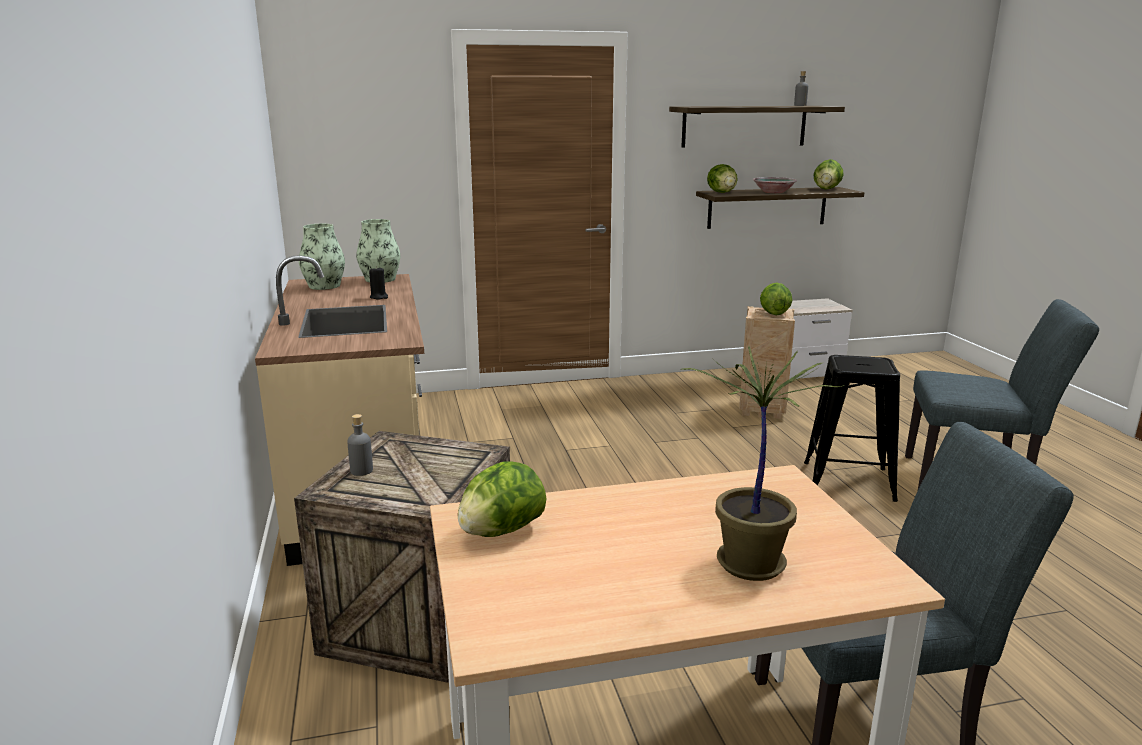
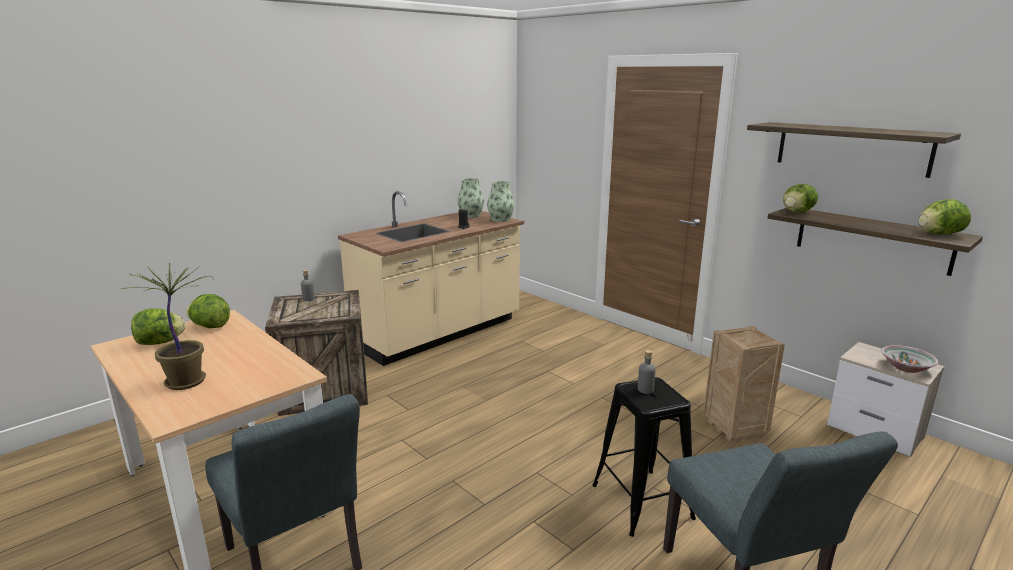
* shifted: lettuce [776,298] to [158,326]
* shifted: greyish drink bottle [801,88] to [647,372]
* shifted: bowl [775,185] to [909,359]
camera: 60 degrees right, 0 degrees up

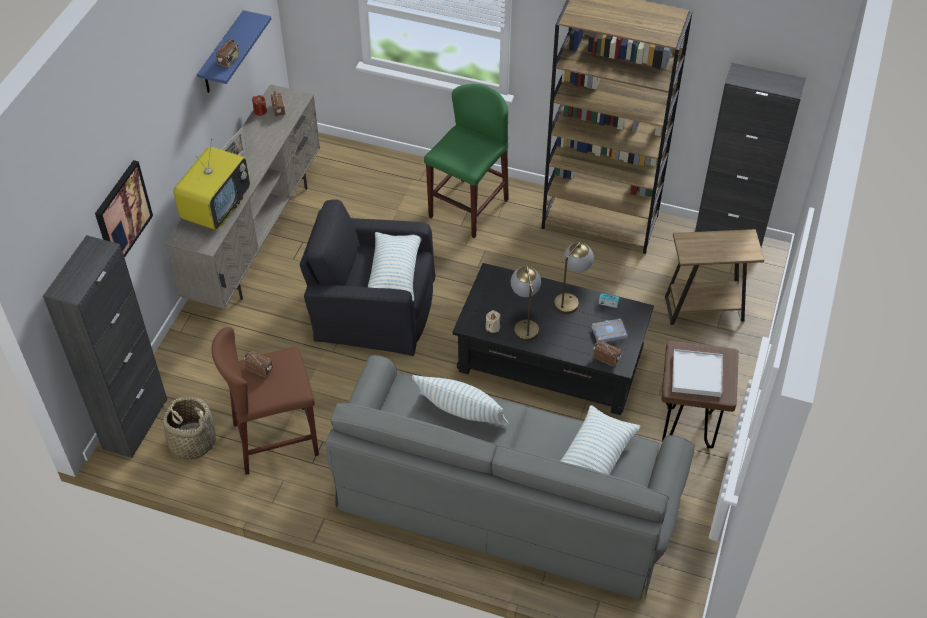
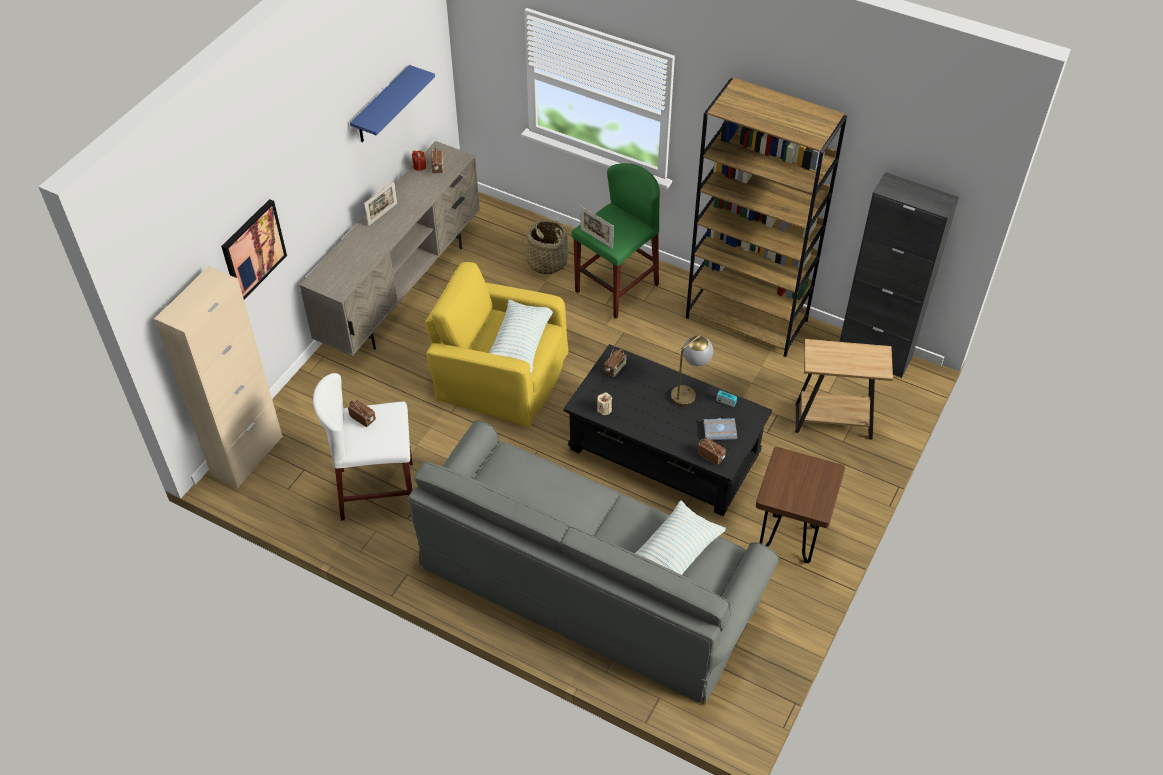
* repainted: blackish cabinet [105,346] to sand-coloured cabinet [219,377]
* repainted: brown sitting stool [265,401] to whitish sitting stool [363,447]
* repainted: blackish lounge chair [368,278] to yellow-coloured lounge chair [497,345]
* shifted: basket [187,428] to [545,246]
* new: photo frame [597,227]
* shifted: radio receiver [227,50] to [615,361]
* gone: TV [211,184]
* gone: throw pillow [460,401]
* gone: table lamp [526,304]
* gone: whitish carrying tray [697,373]
camera: 10 degrees right, 0 degrees up

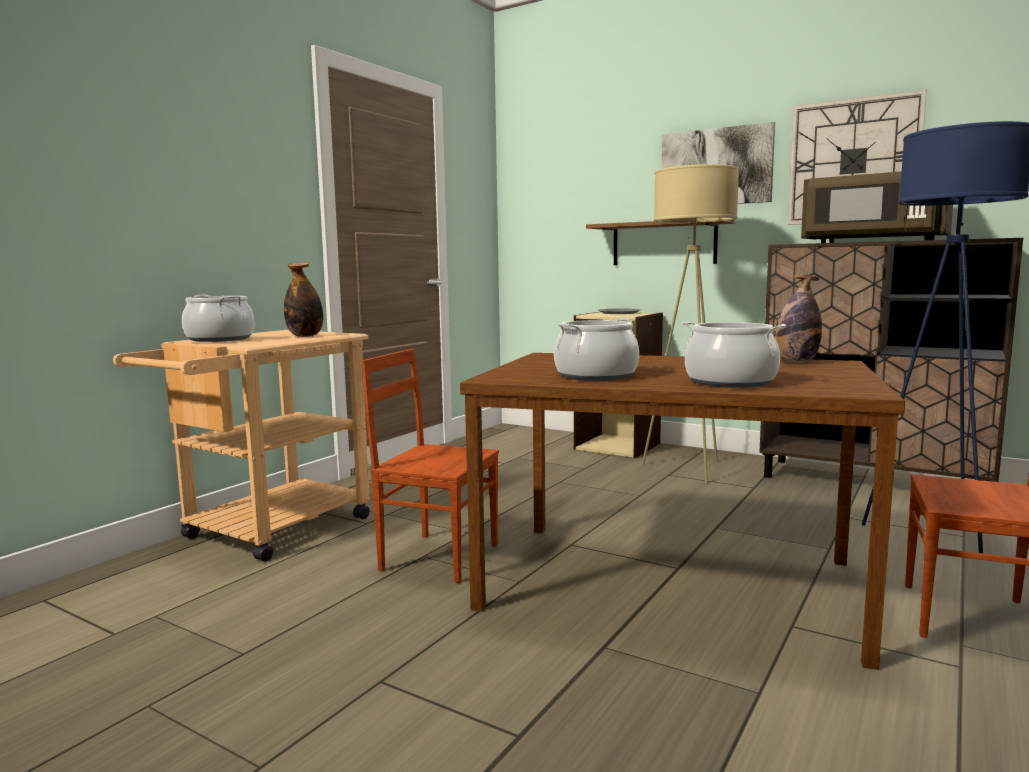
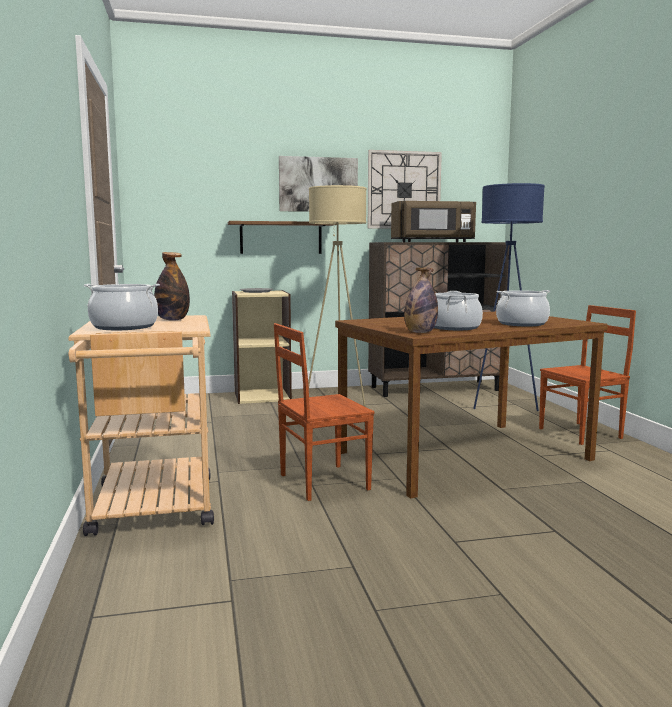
* shifted: drink bottle [798,319] to [421,300]
camera: 45 degrees left, 0 degrees up

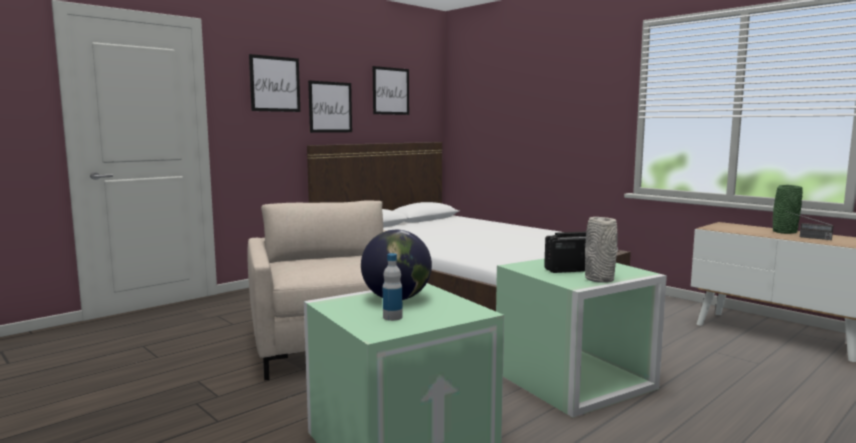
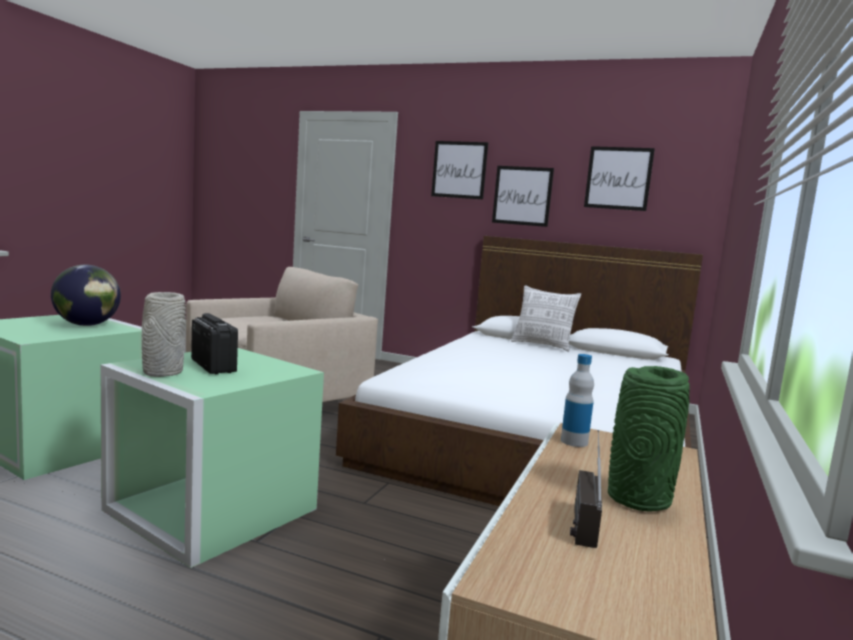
* new: throw pillow [546,318]
* shifted: drink bottle [392,287] to [577,400]
camera: 65 degrees right, 0 degrees up

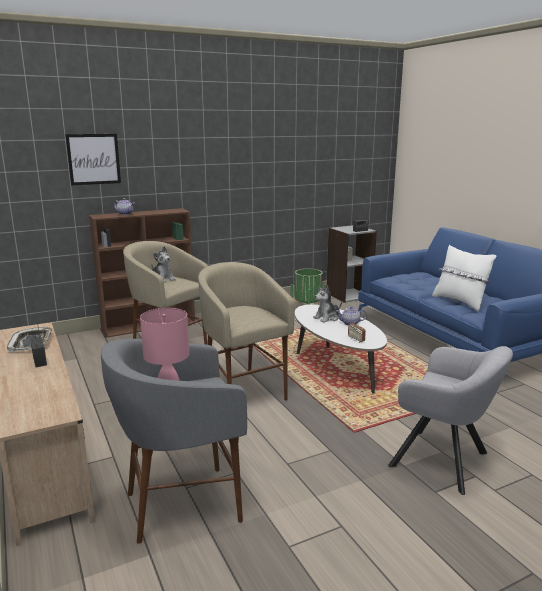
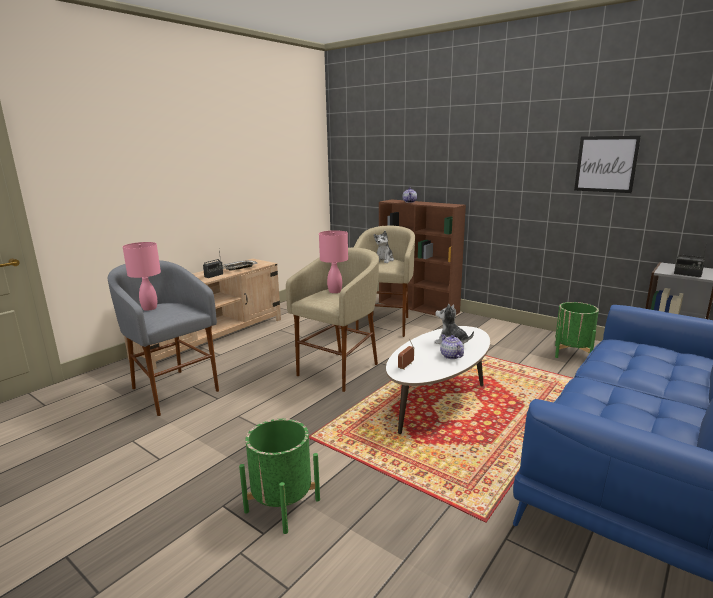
* swapped: greyish lounge chair [450,420] to green-coloured plant pot [279,476]
* new: pinkish table lamp [333,261]
* shifted: wall picture [93,159] to [607,164]
* gone: whitish throw pillow [464,278]
camera: 65 degrees right, 0 degrees up

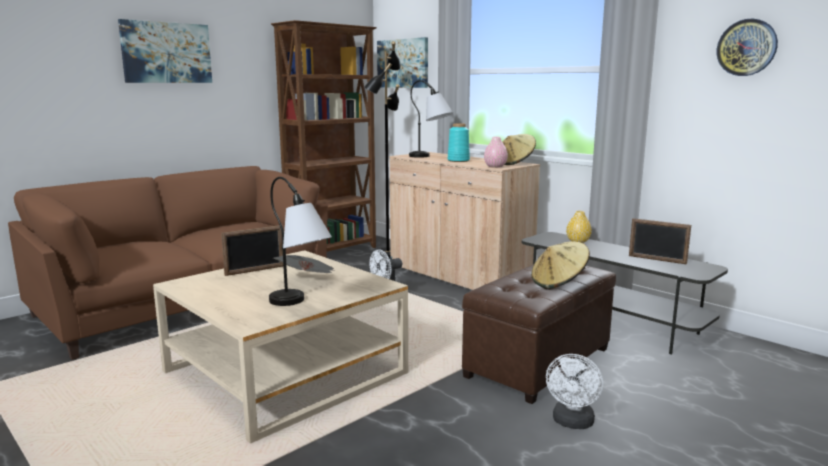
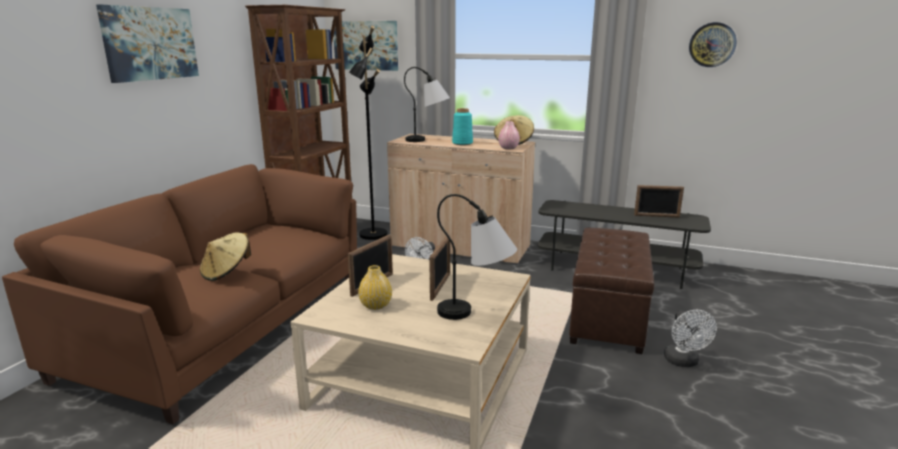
* shifted: sand-coloured hat [560,265] to [225,256]
* shifted: yellow-coloured vase [579,227] to [375,287]
* swapped: printed paper [303,264] to photo frame [439,268]
camera: 25 degrees left, 5 degrees up

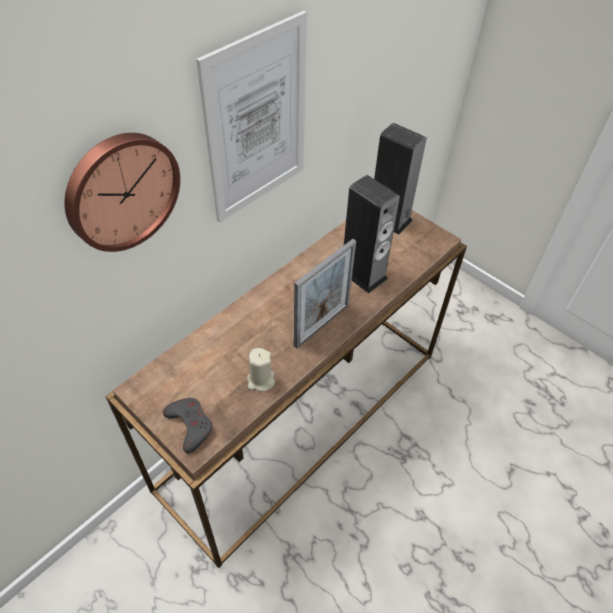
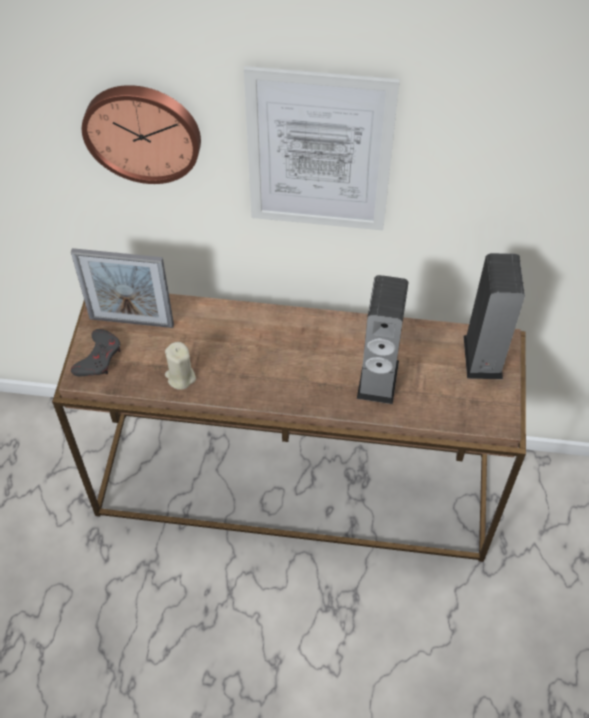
* shifted: photo frame [325,294] to [122,288]
camera: 55 degrees right, 5 degrees up

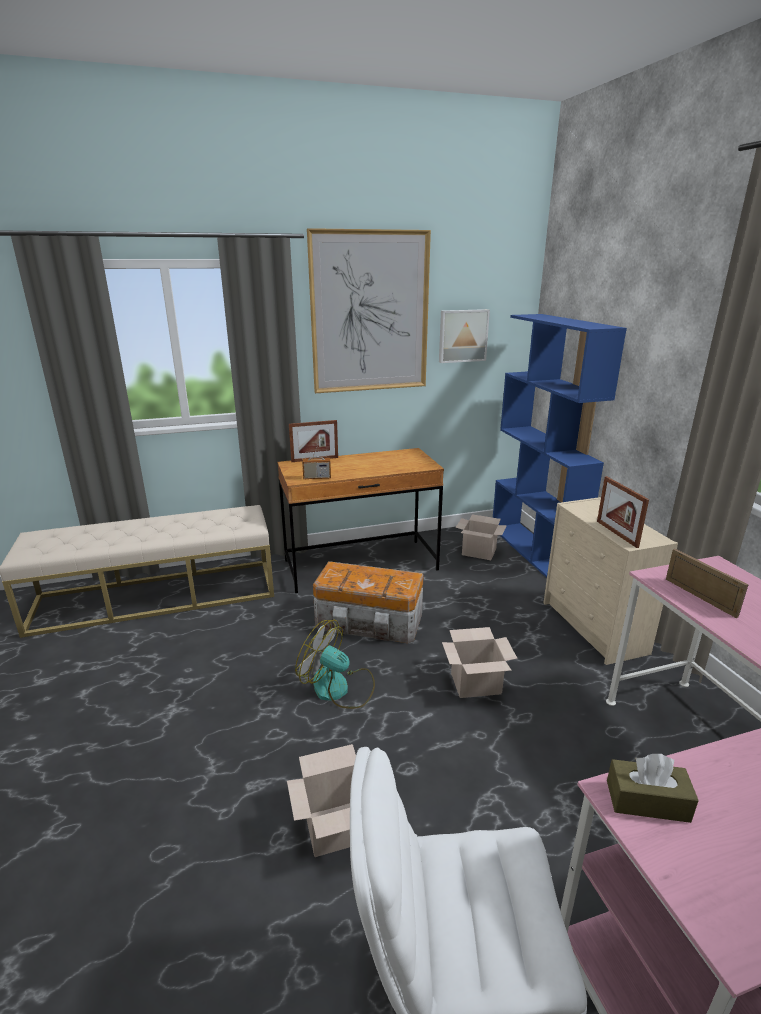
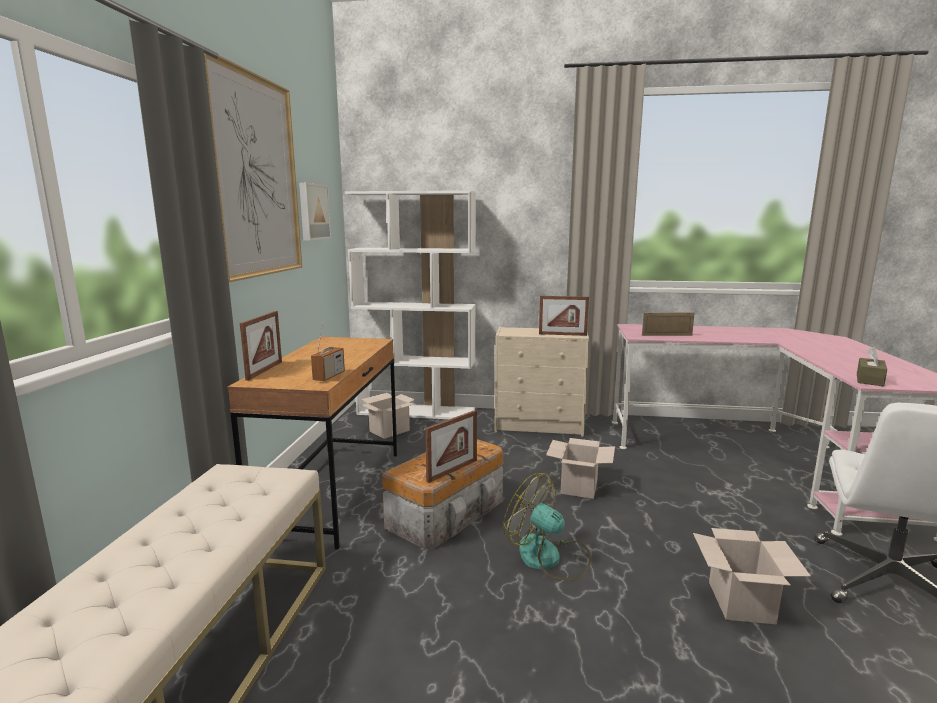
* repainted: blue-coloured shelving unit [560,446] to whitish shelving unit [410,304]
* new: photo frame [451,446]
* rotated: electric fan [335,664] = [547,526] 75 degrees clockwise
camera: 65 degrees left, 10 degrees down

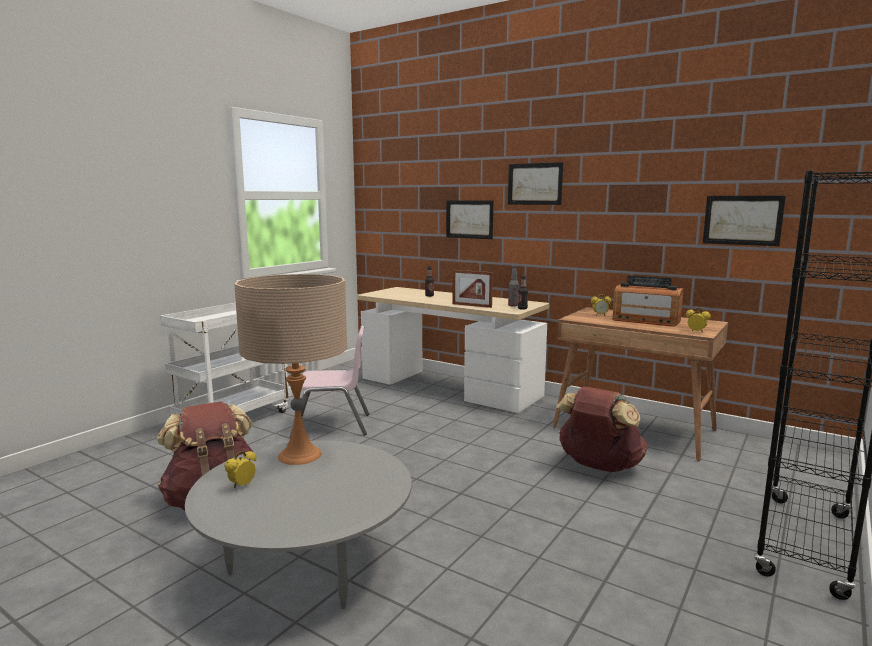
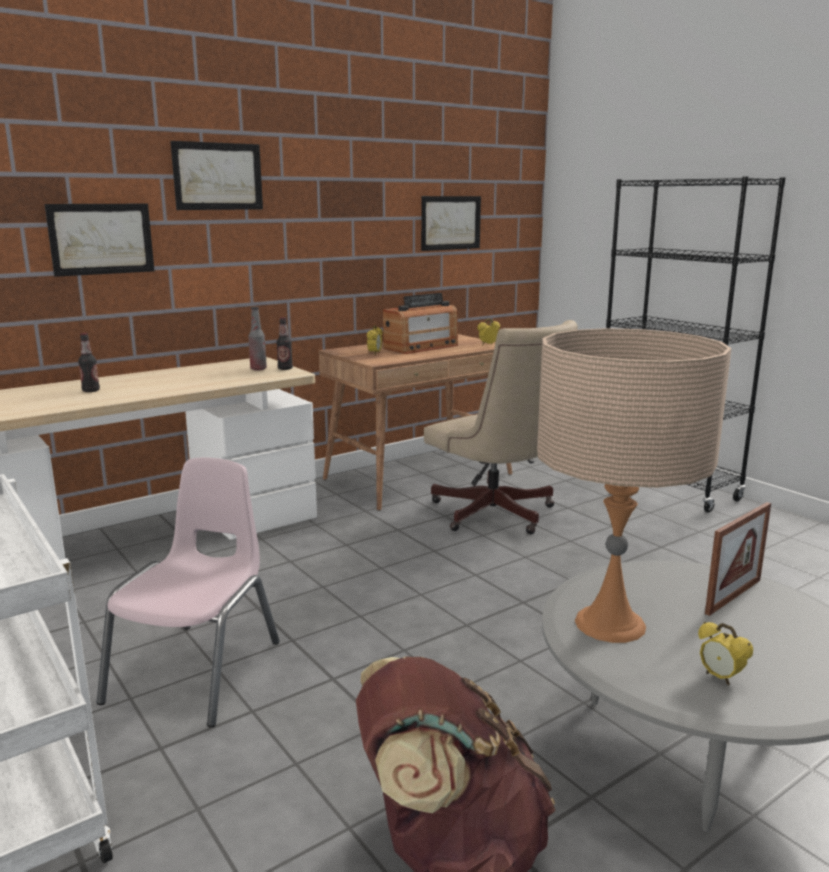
* swapped: brown rucksack [601,429] to sand-coloured desk chair [501,427]
* shifted: photo frame [472,289] to [738,559]
camera: 70 degrees left, 5 degrees up

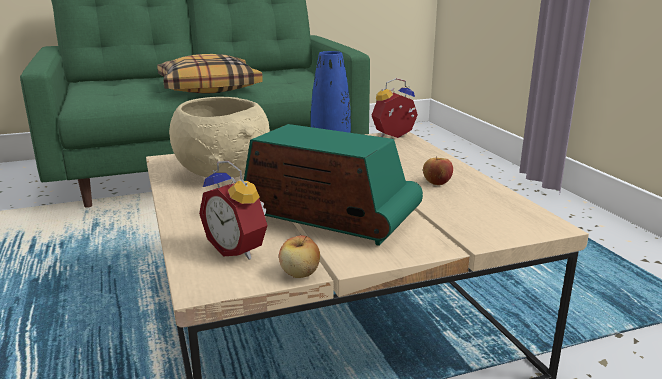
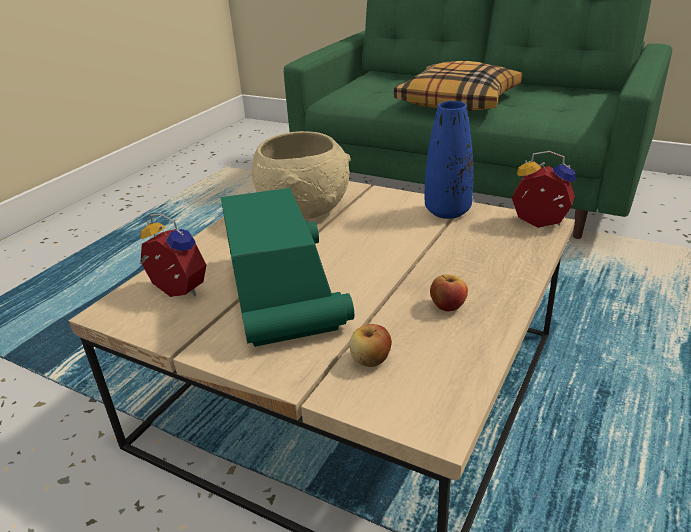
* rotated: alarm clock [233,210] = [173,255] 120 degrees clockwise
* shifted: apple fruit [299,256] to [371,345]
camera: 50 degrees right, 10 degrees up

